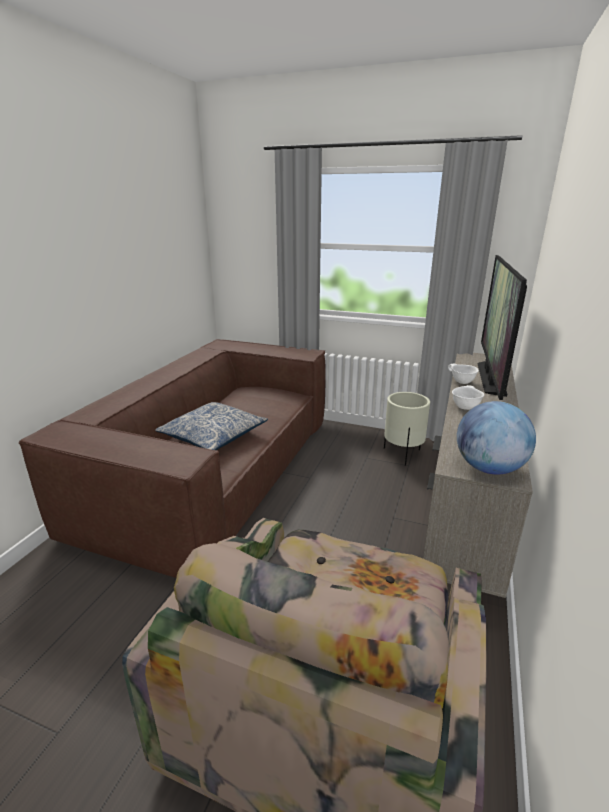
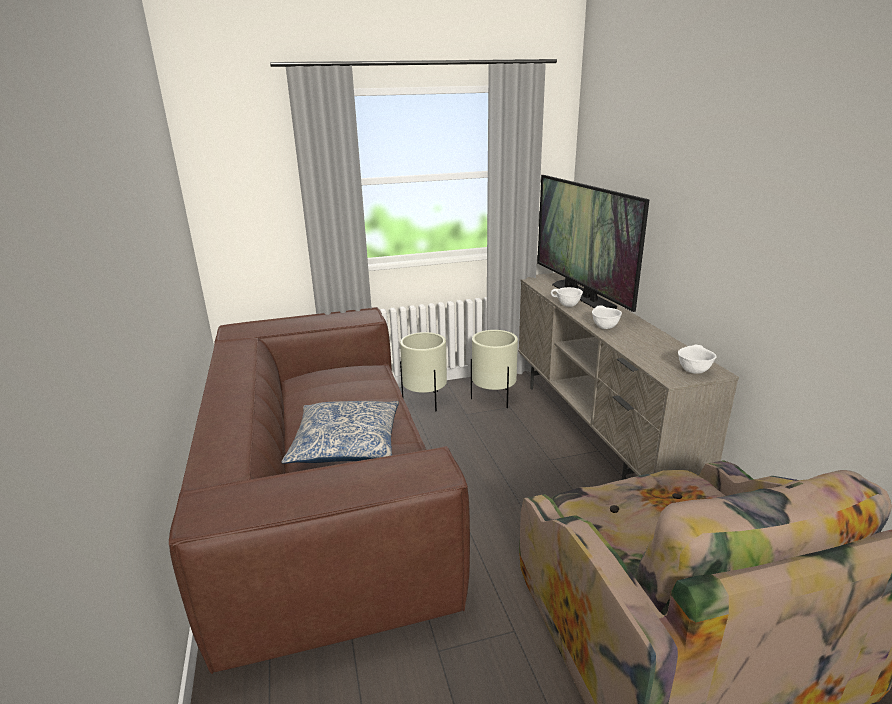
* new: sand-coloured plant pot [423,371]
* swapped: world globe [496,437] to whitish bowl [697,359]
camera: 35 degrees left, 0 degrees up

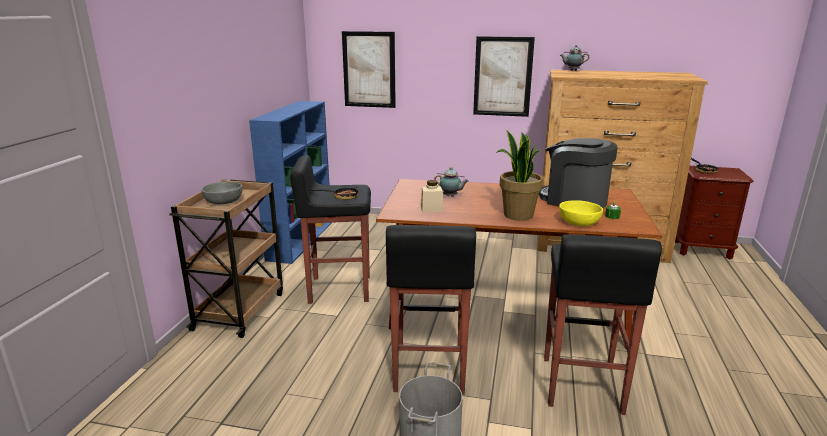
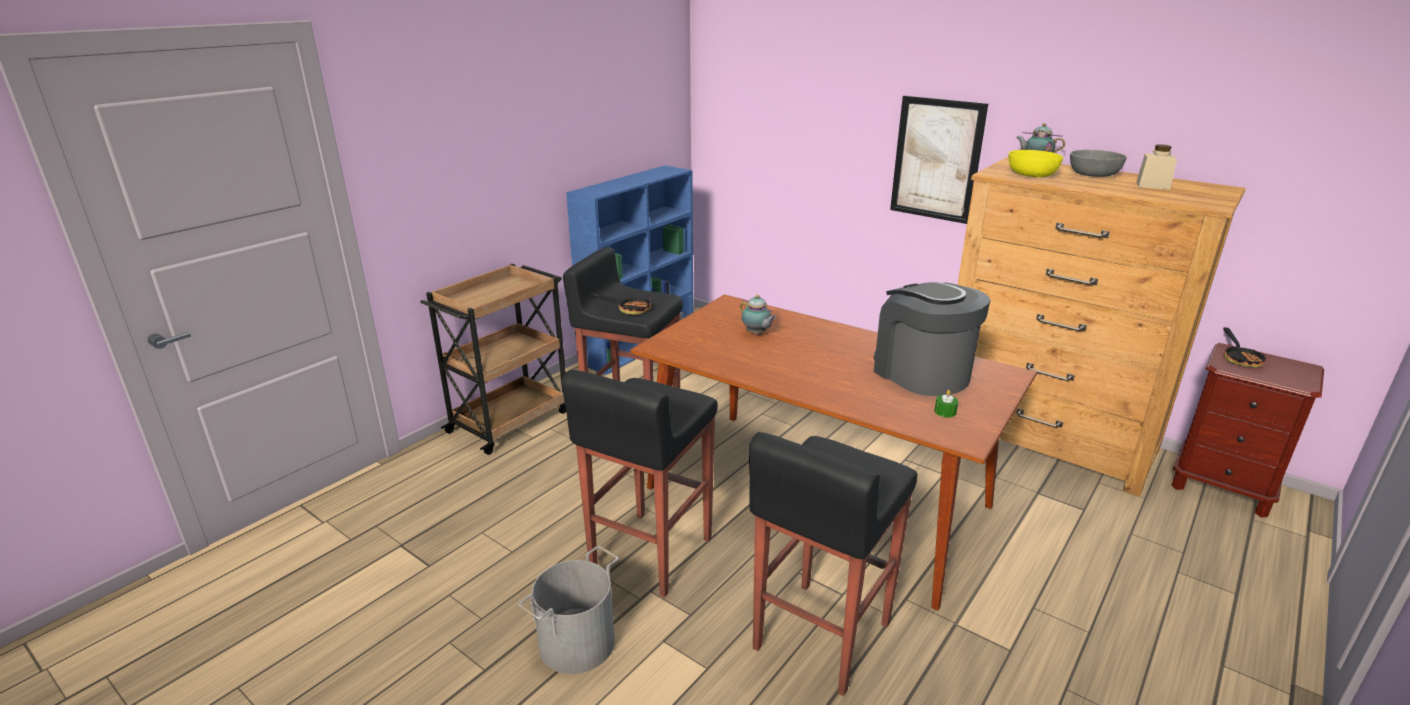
* shifted: yellow-coloured bowl [581,213] to [1036,163]
* shifted: greyish bowl [221,192] to [1098,163]
* shifted: sand-coloured preserve jar [432,196] to [1157,167]
* gone: wall picture [369,69]
* gone: potted plant [519,175]
camera: 25 degrees right, 5 degrees up

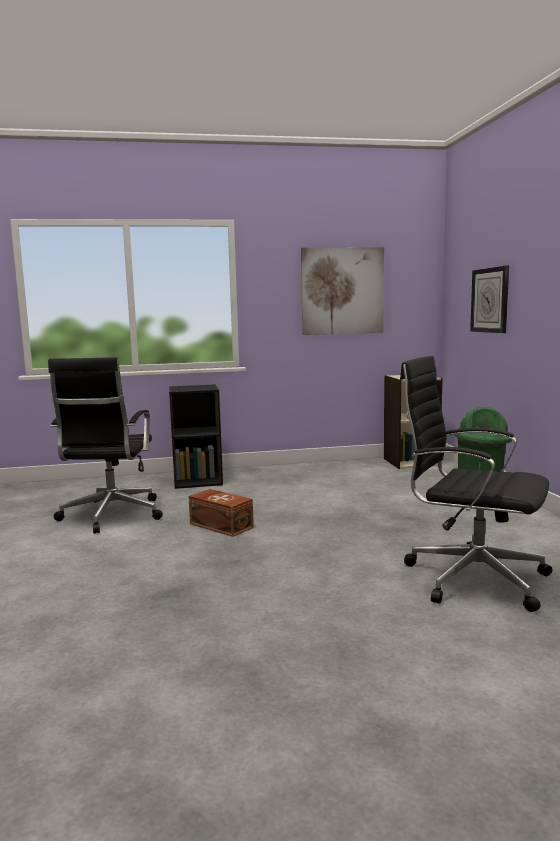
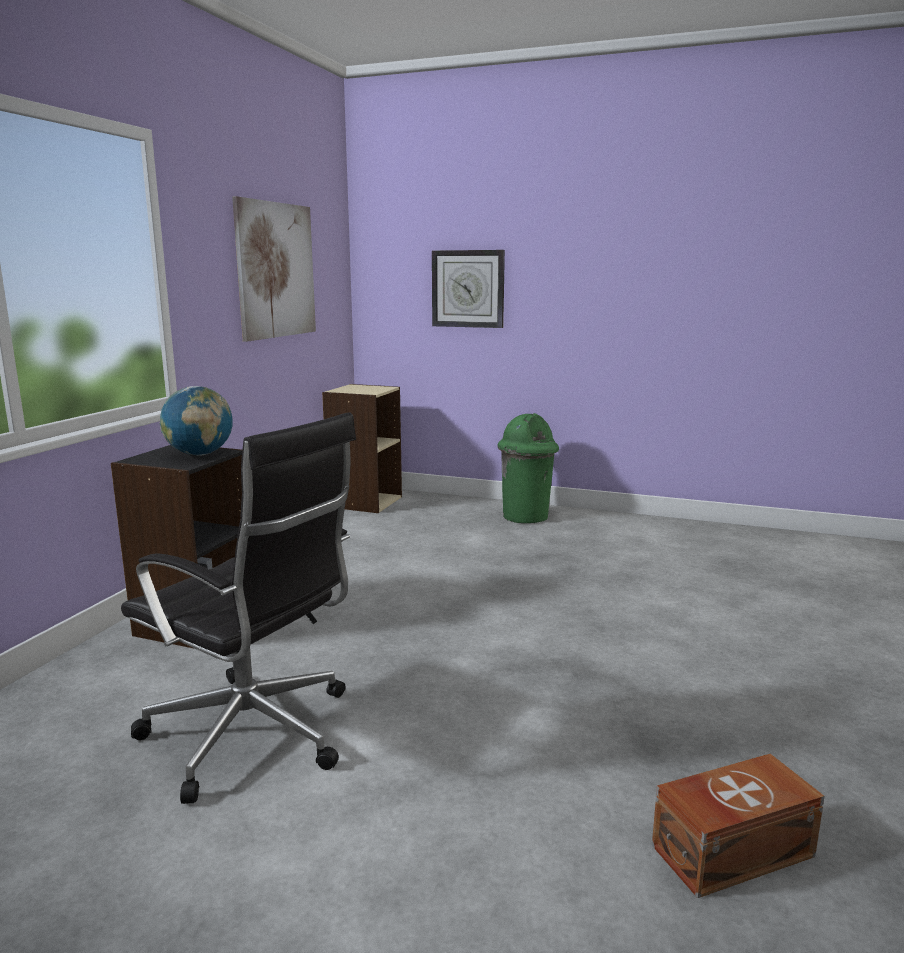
* new: world globe [196,421]
* shifted: brown storage box [221,513] to [738,826]
* gone: blackish desk chair [476,484]
camera: 60 degrees left, 5 degrees up

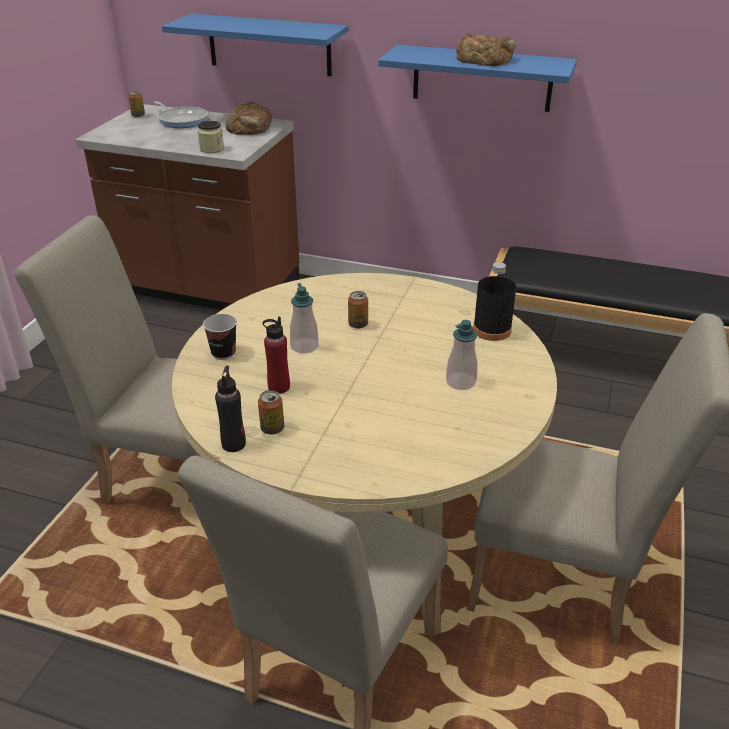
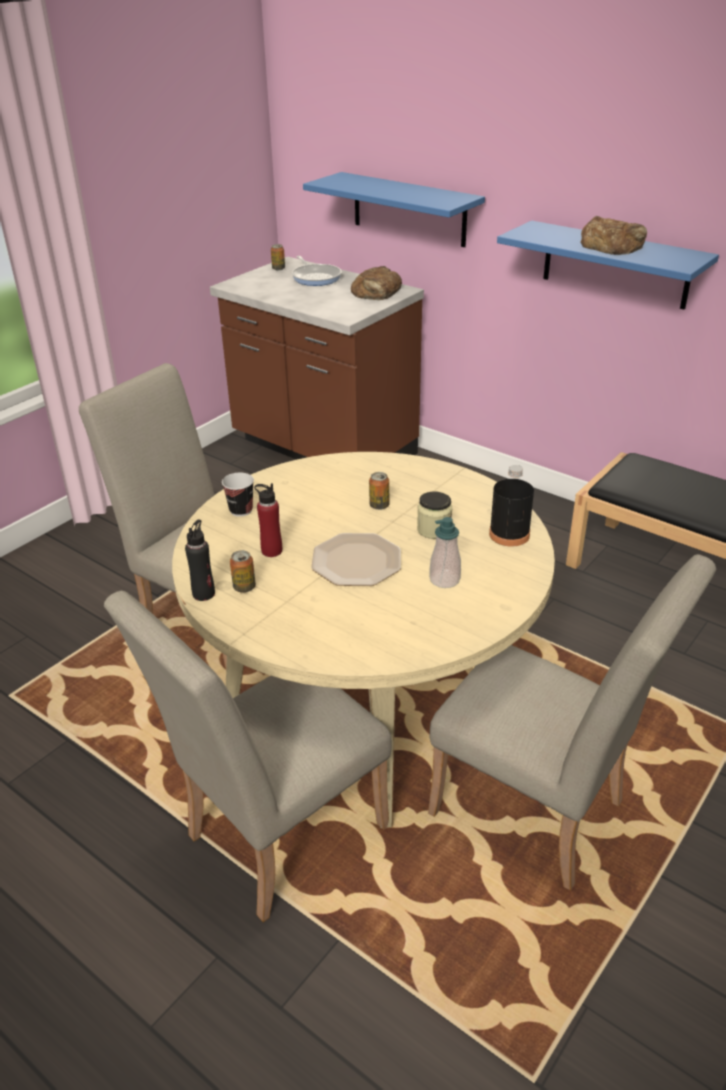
* new: plate [356,559]
* shifted: preserve jar [211,137] to [434,515]
* gone: soap bottle [304,318]
camera: 20 degrees right, 0 degrees up

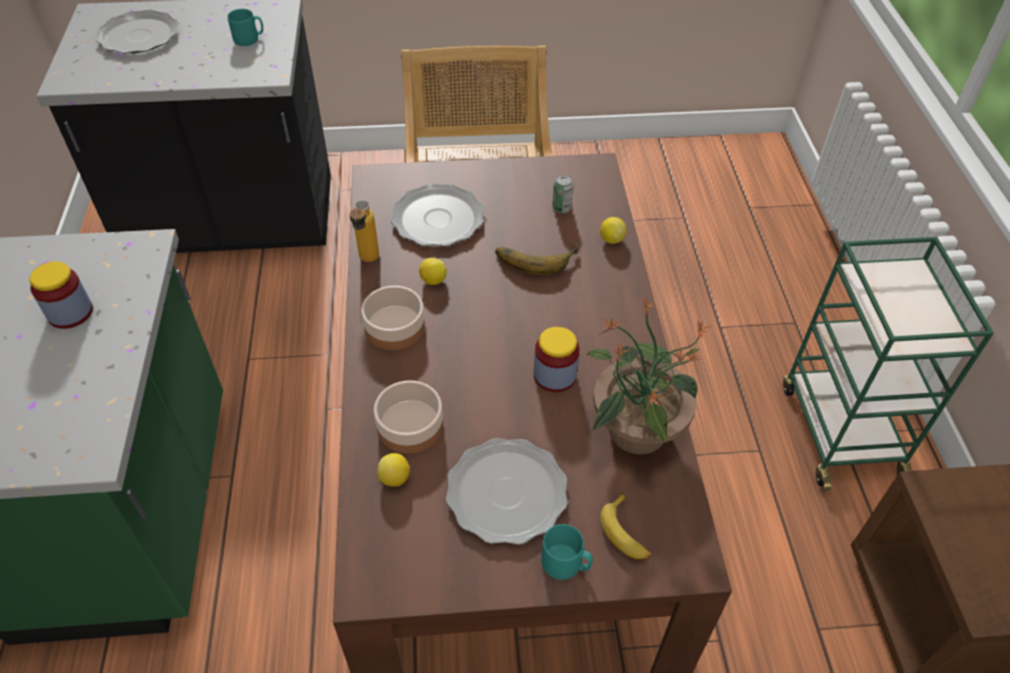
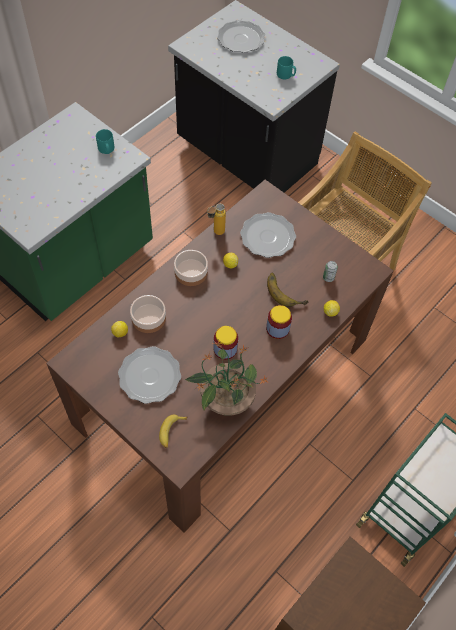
* shifted: turquoise tea mug [567,552] to [105,141]
* shifted: preserve jar [61,295] to [279,322]
camera: 45 degrees right, 10 degrees up

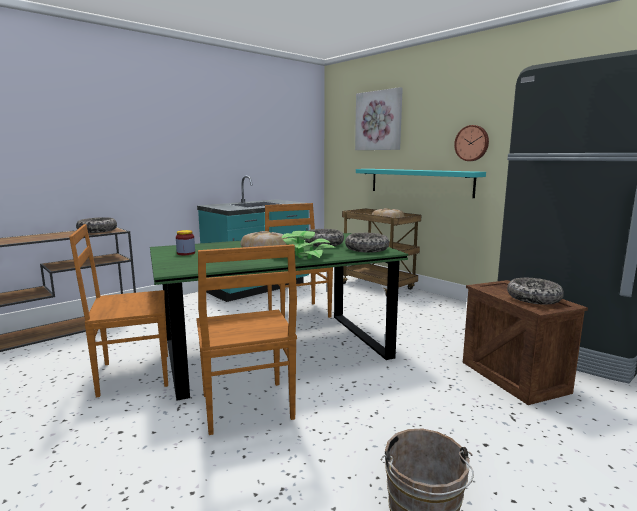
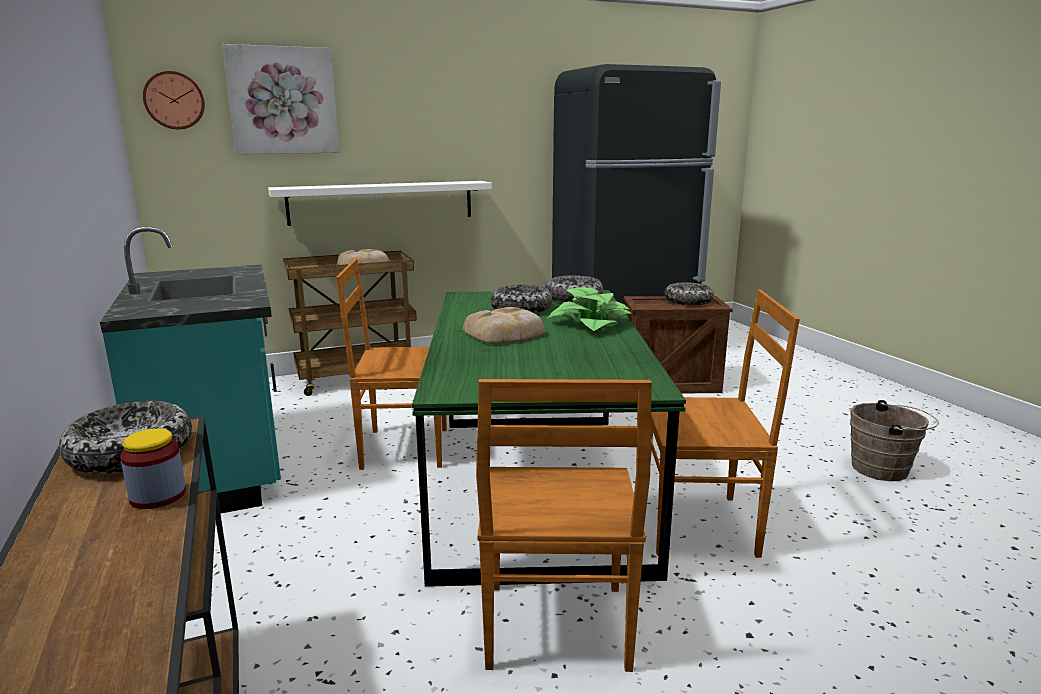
* shifted: preserve jar [185,242] to [153,469]
* shifted: clock on the wall [471,143] to [174,100]
* repainted: turquoise shelf [421,183] to whitish shelf [380,203]
camera: 70 degrees left, 5 degrees up

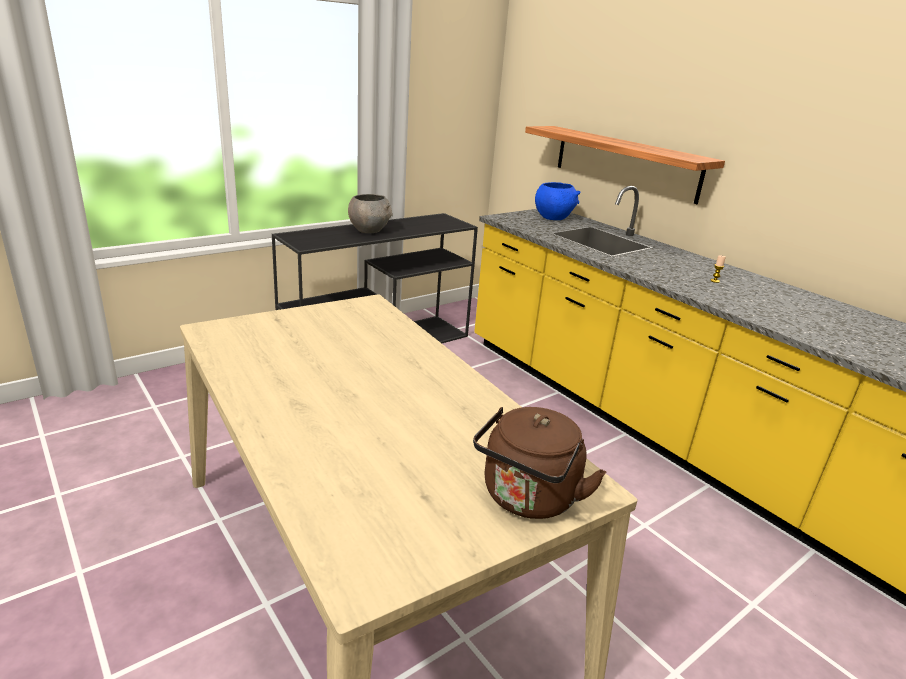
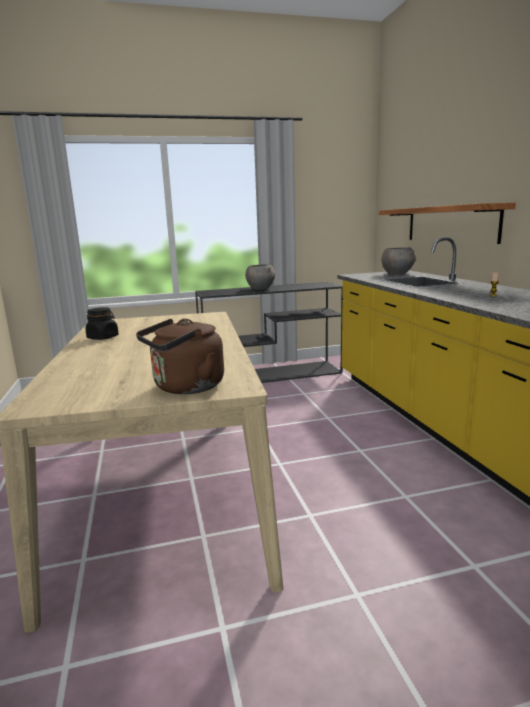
* new: blackish preserve jar [102,323]
* repainted: blue-coloured bowl [557,201] to greyish bowl [398,261]
camera: 25 degrees right, 10 degrees down

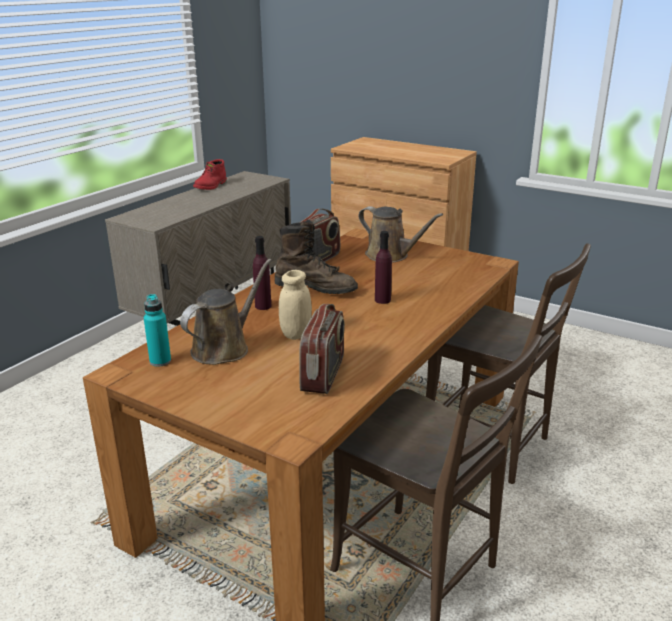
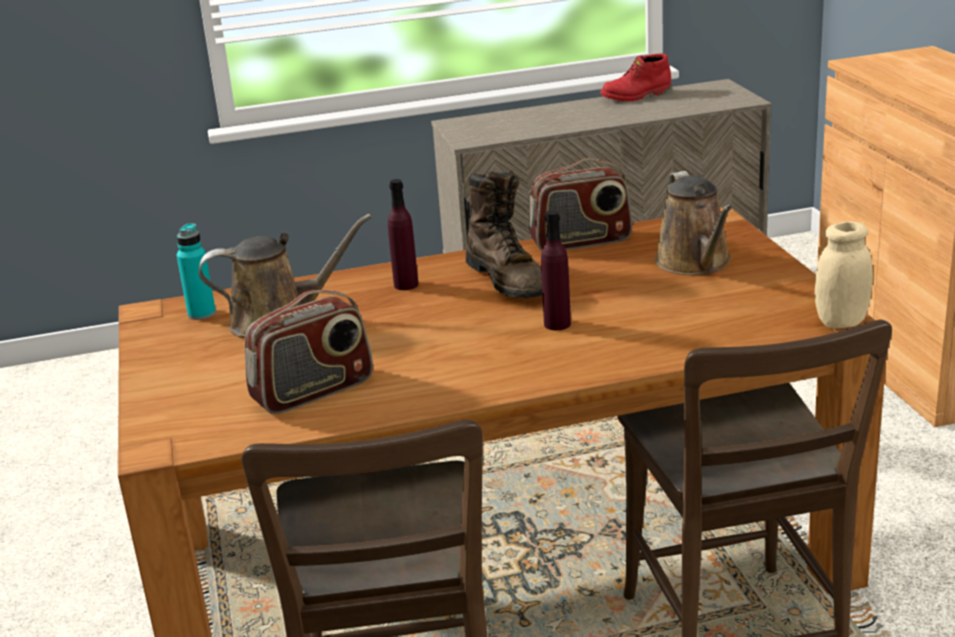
* shifted: sand-coloured preserve jar [295,305] to [844,275]
camera: 45 degrees right, 0 degrees up

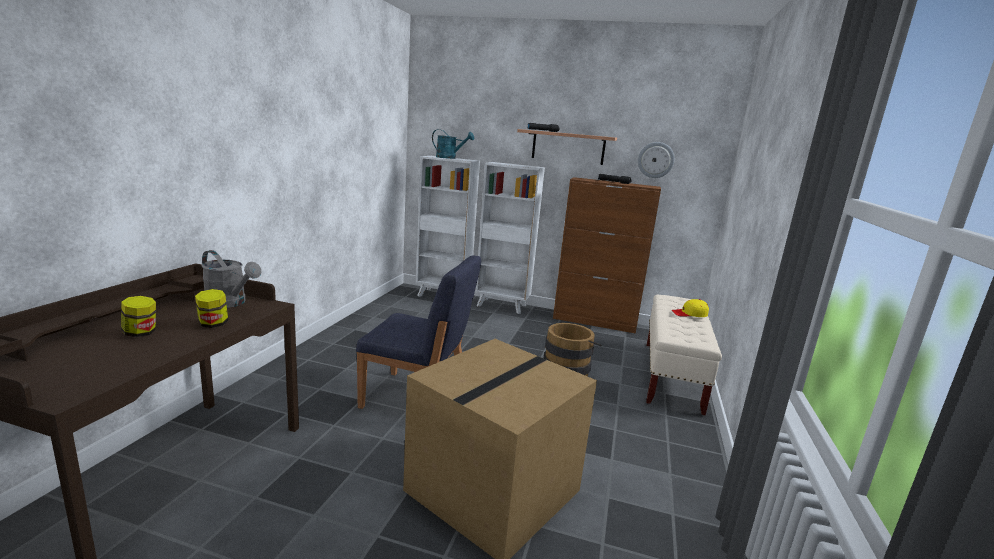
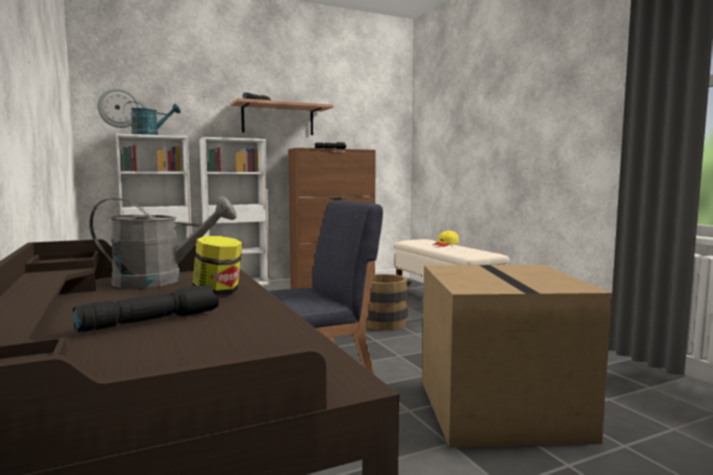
* swapped: preserve jar [138,316] to blackish torch [146,308]
* shifted: clock on the wall [656,160] to [119,108]
camera: 40 degrees left, 10 degrees down

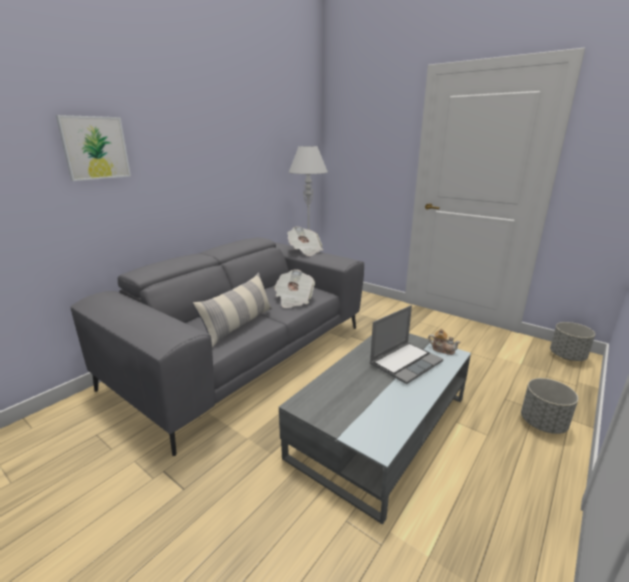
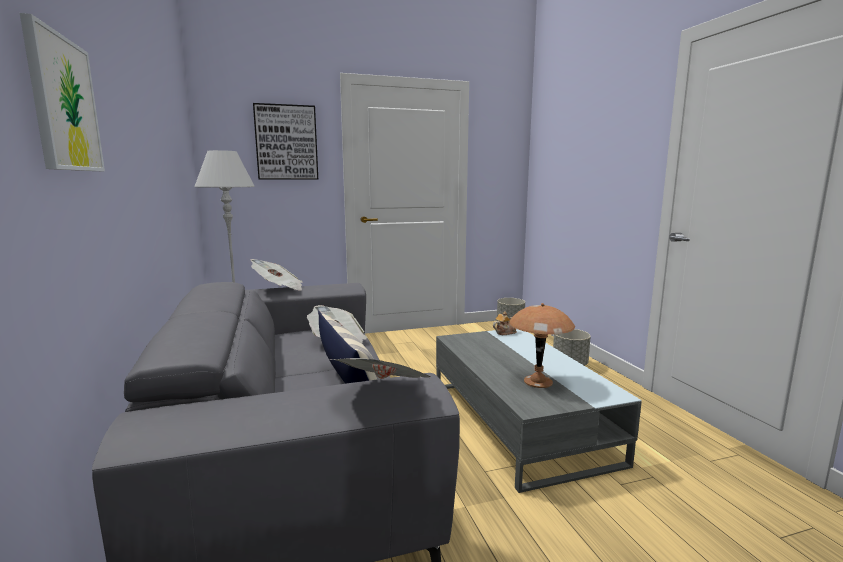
* new: wall picture [285,141]
* new: printed paper [380,368]
* new: brown table lamp [542,345]
* gone: portable computer [406,344]
camera: 55 degrees left, 10 degrees down

